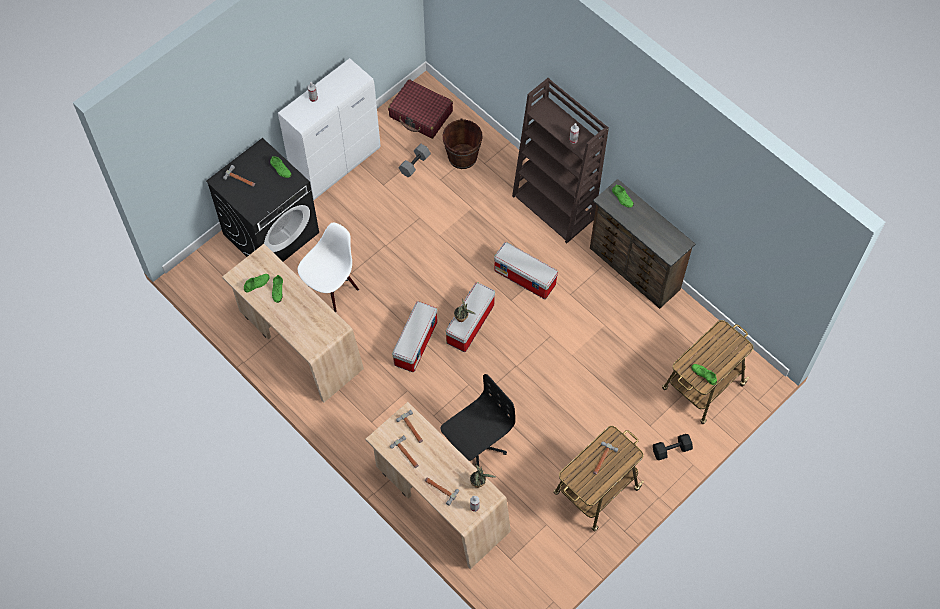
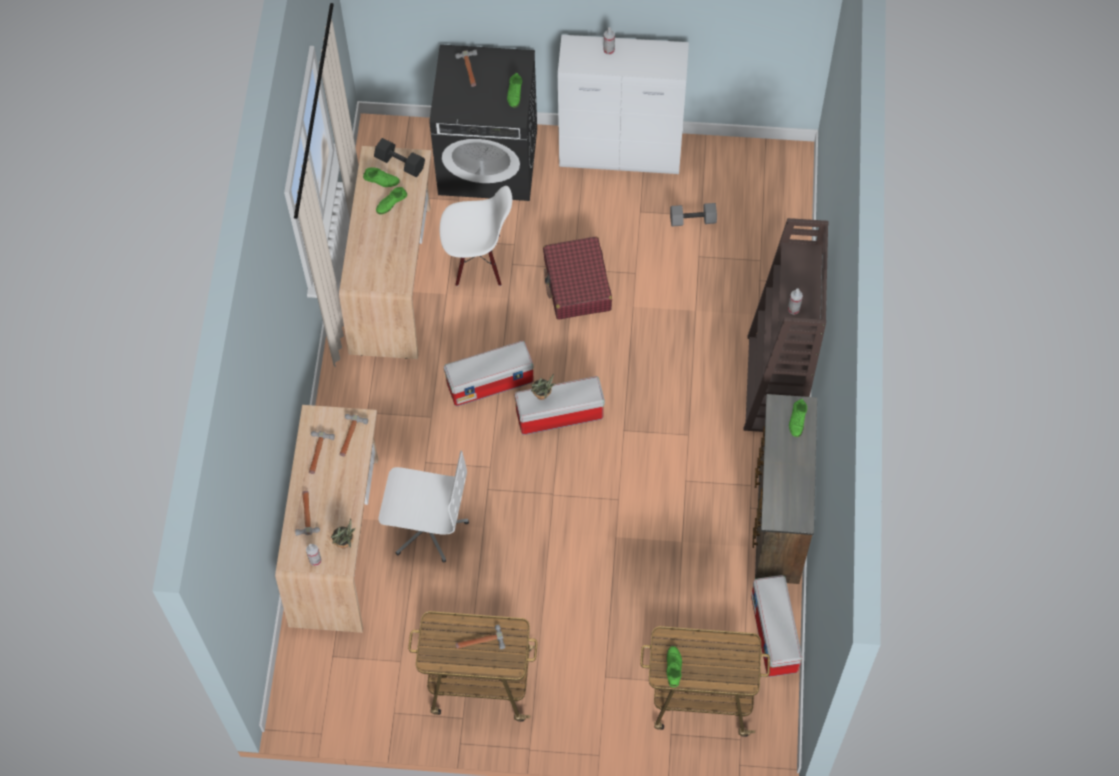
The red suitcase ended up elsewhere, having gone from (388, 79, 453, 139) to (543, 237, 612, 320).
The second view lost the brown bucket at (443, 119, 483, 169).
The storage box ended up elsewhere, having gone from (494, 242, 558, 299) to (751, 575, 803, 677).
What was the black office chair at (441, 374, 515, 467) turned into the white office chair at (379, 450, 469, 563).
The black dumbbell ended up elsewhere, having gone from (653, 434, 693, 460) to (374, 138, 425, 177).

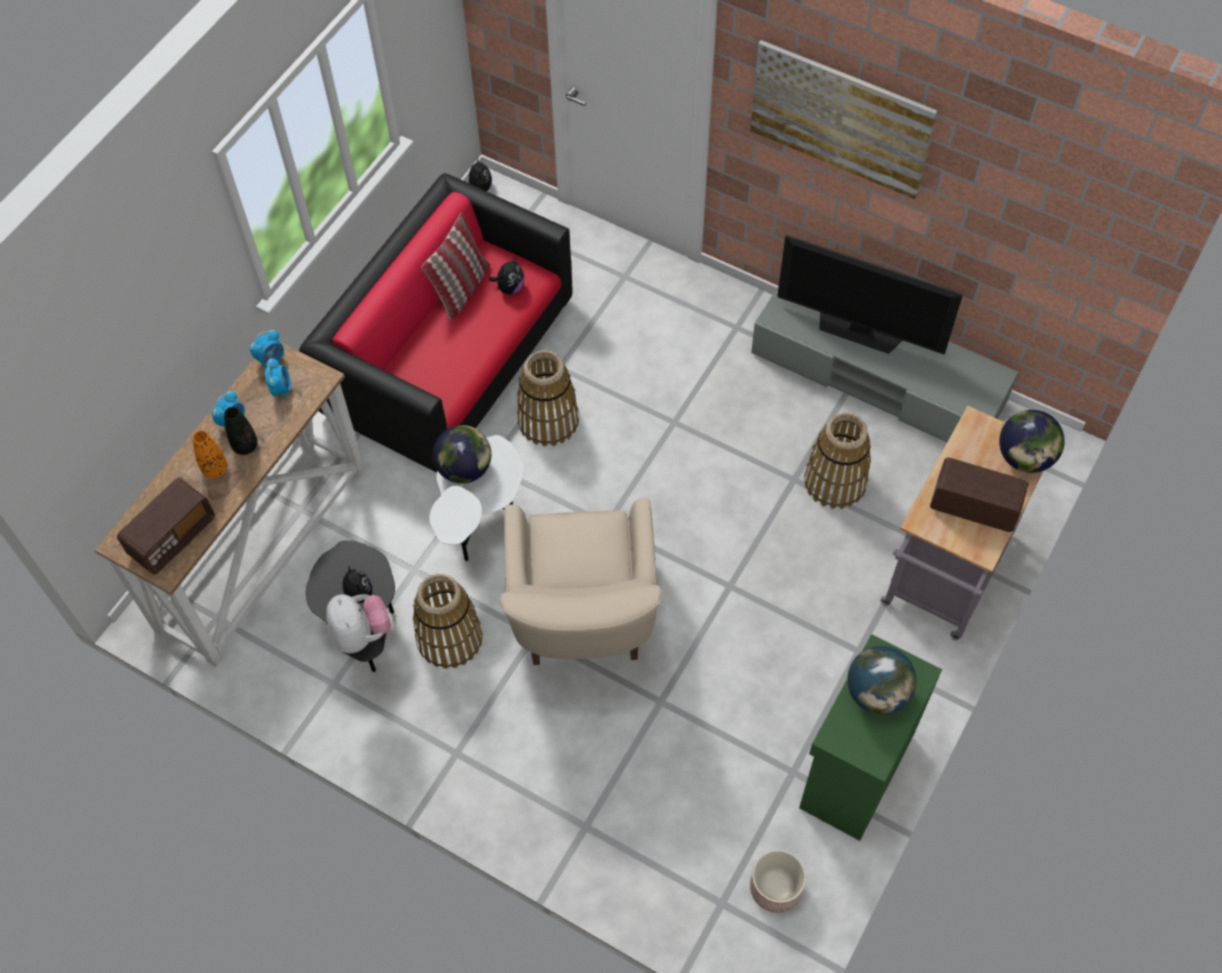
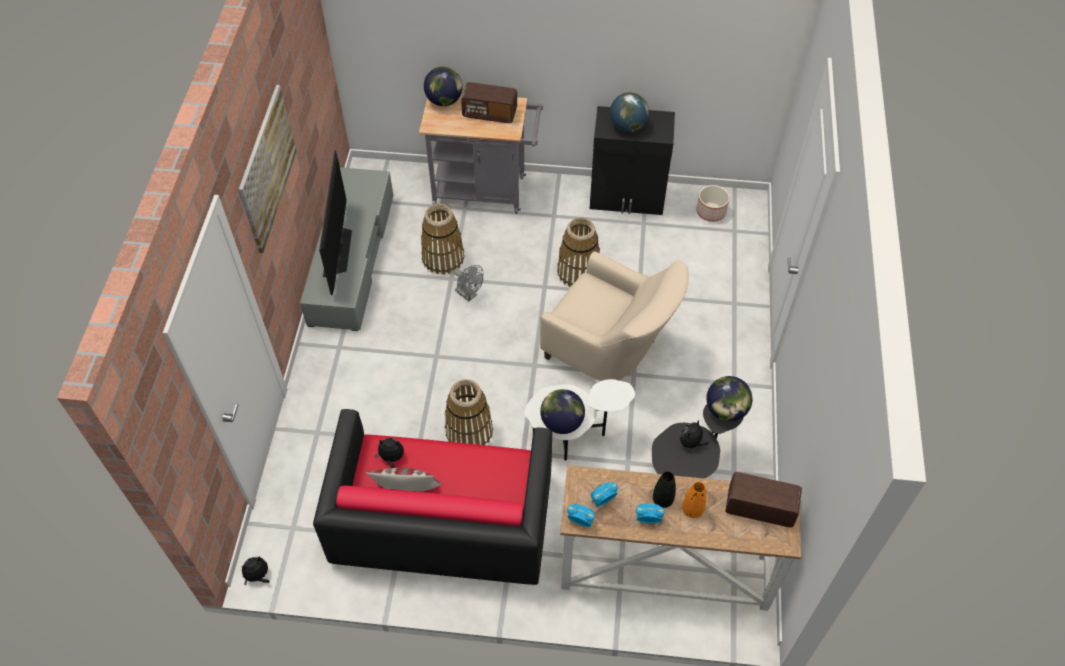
The radio at (930, 458, 1029, 532) ended up facing another way, 75 degrees counterclockwise from before.
The beige armchair at (500, 498, 663, 665) ended up facing another way, 60 degrees clockwise from before.
The basket ended up elsewhere, having gone from (413, 574, 483, 669) to (557, 218, 600, 287).
Where the plush toy stood at (326, 594, 391, 653), the globe came to stand at (706, 376, 753, 422).
What was the green cabinet at (799, 634, 942, 841) turned into the black cabinet at (590, 106, 675, 215).
The second view gained the grey fan at (454, 265, 483, 302).

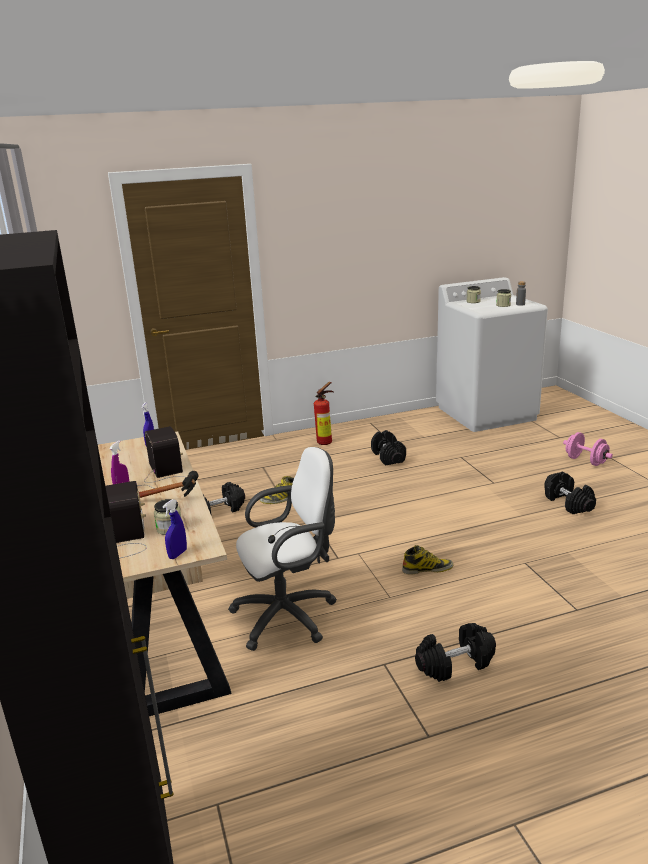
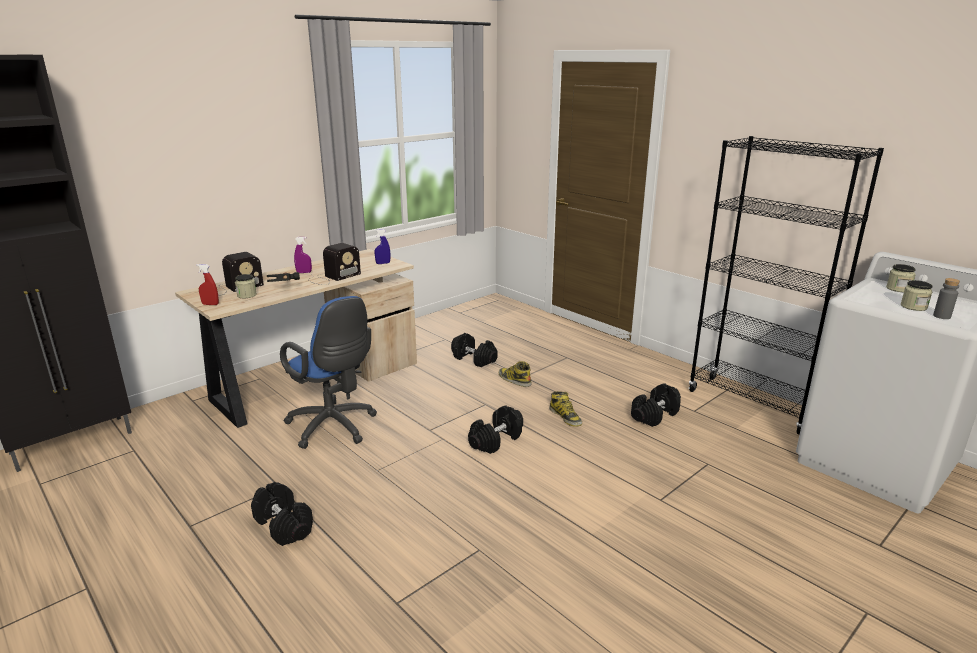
The second view lost the fire extinguisher at (314, 382, 334, 445).
The second view lost the pink dumbbell at (563, 432, 613, 466).
What was the white office chair at (228, 447, 337, 651) turned into the blue office chair at (280, 296, 377, 449).
The black dumbbell ended up elsewhere, having gone from (544, 472, 596, 514) to (468, 405, 523, 454).
What was the blue spray bottle at (162, 499, 187, 559) turned into the red spray bottle at (196, 264, 219, 305).
The boot ended up elsewhere, having gone from (402, 545, 453, 575) to (549, 391, 582, 427).
The second view gained the black bookcase at (688, 136, 884, 435).

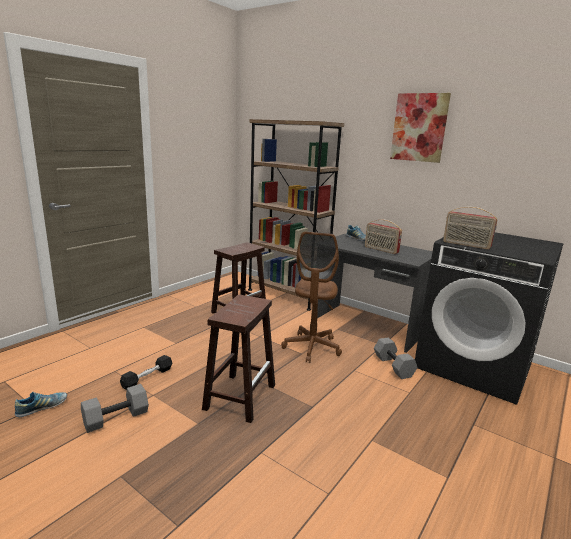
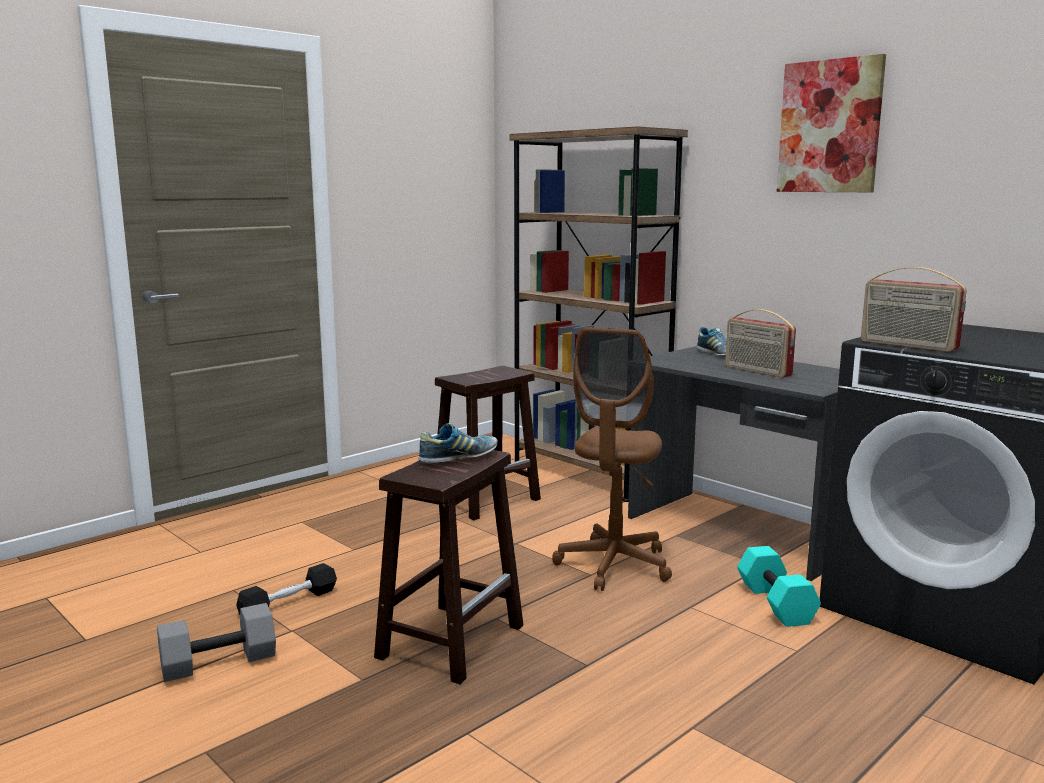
What was the grey dumbbell at (374, 338, 417, 379) turned into the turquoise dumbbell at (737, 546, 821, 627).
The shoe ended up elsewhere, having gone from (15, 392, 67, 417) to (418, 423, 498, 464).

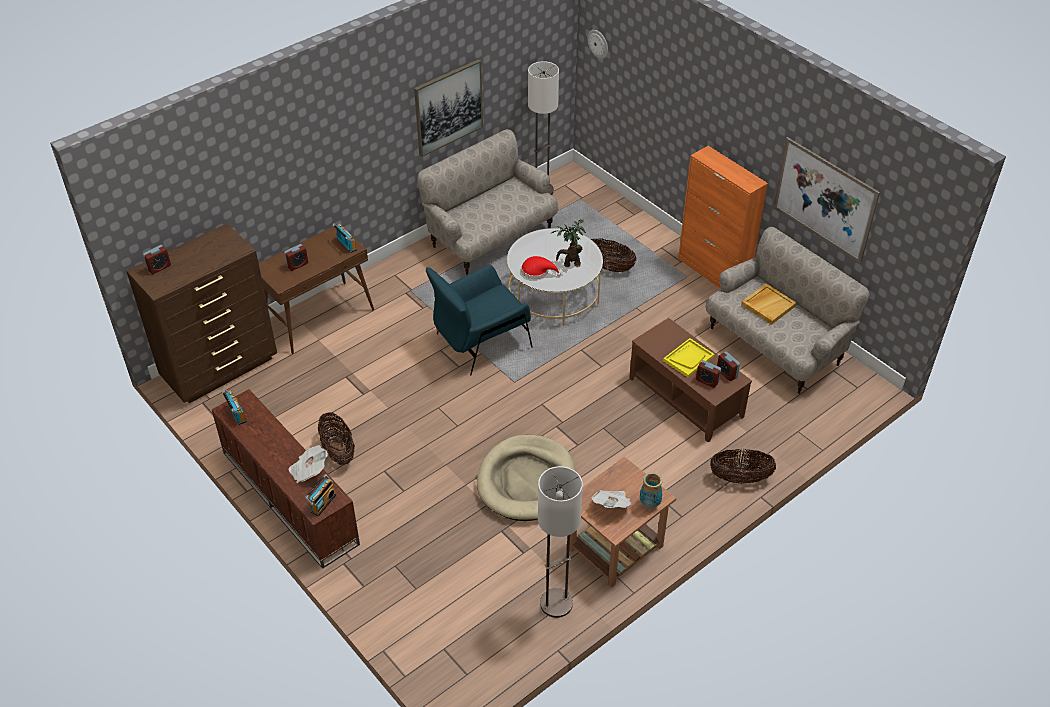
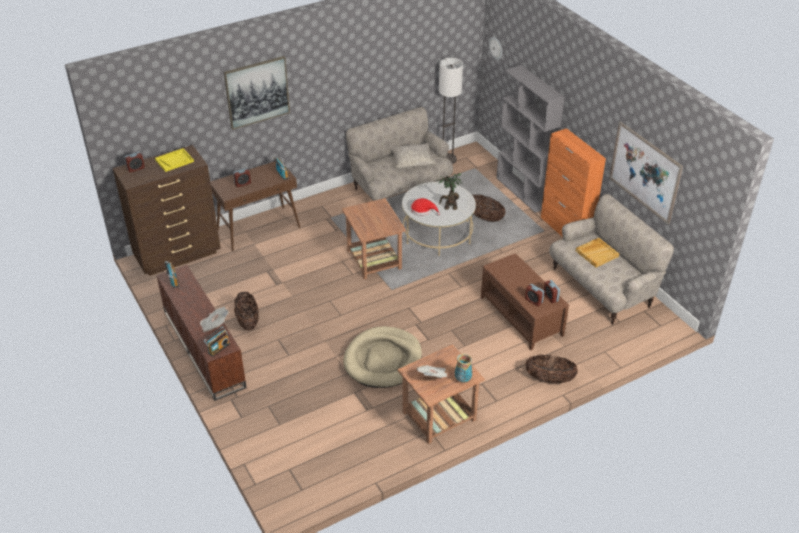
The picture ended up elsewhere, having gone from (414, 59, 483, 157) to (224, 56, 290, 130).
Where the blue armchair stood at (426, 265, 533, 375), the brown side table came to stand at (342, 198, 406, 279).
The yellow tray ended up elsewhere, having gone from (663, 338, 714, 377) to (155, 148, 194, 172).
The second view lost the floor lamp at (538, 466, 583, 618).
The second view gained the grey bookcase at (496, 65, 565, 213).
The second view gained the grey pillow at (390, 143, 437, 169).

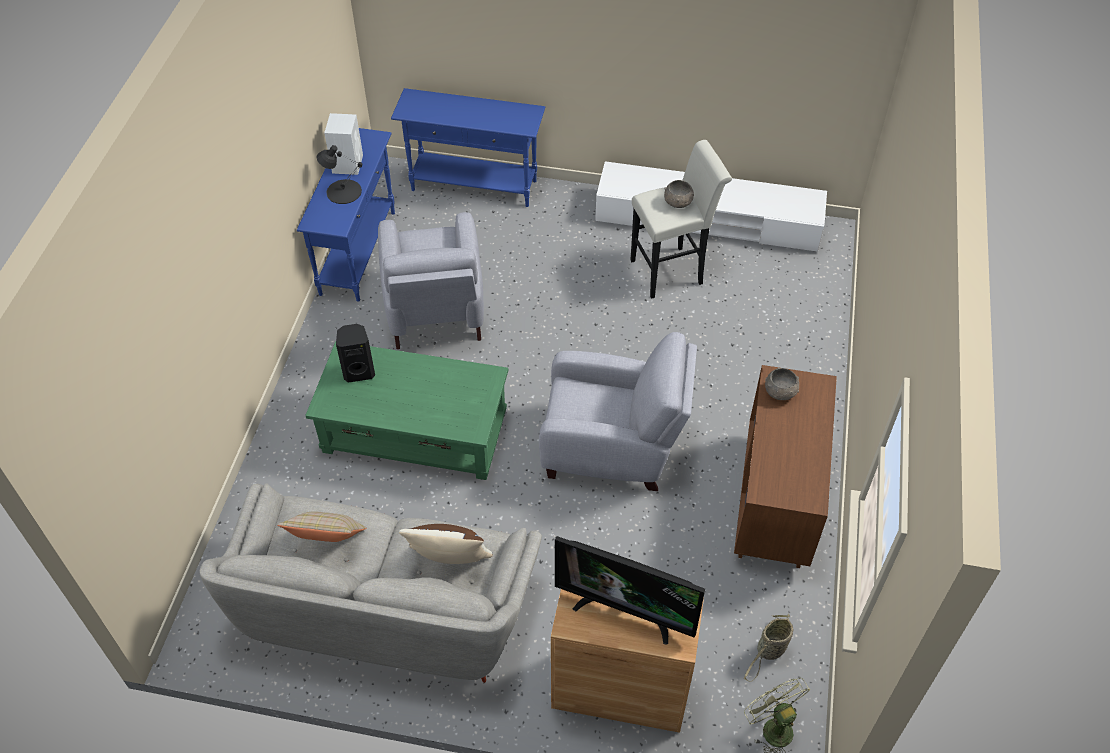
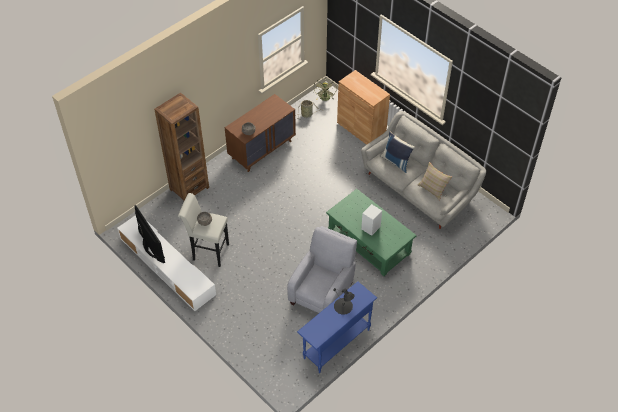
The second view lost the blue console table at (391, 88, 545, 207).
The white speaker ended up elsewhere, having gone from (324, 113, 363, 175) to (361, 204, 382, 236).
The second view lost the black speaker at (336, 324, 375, 383).
The second view lost the grey armchair at (539, 332, 697, 491).
What was the brown pillow at (399, 524, 493, 564) turned into the blue pillow at (381, 132, 415, 173).
The television ended up elsewhere, having gone from (555, 536, 705, 644) to (134, 205, 165, 263).
The second view gained the brown bookcase at (154, 93, 209, 201).

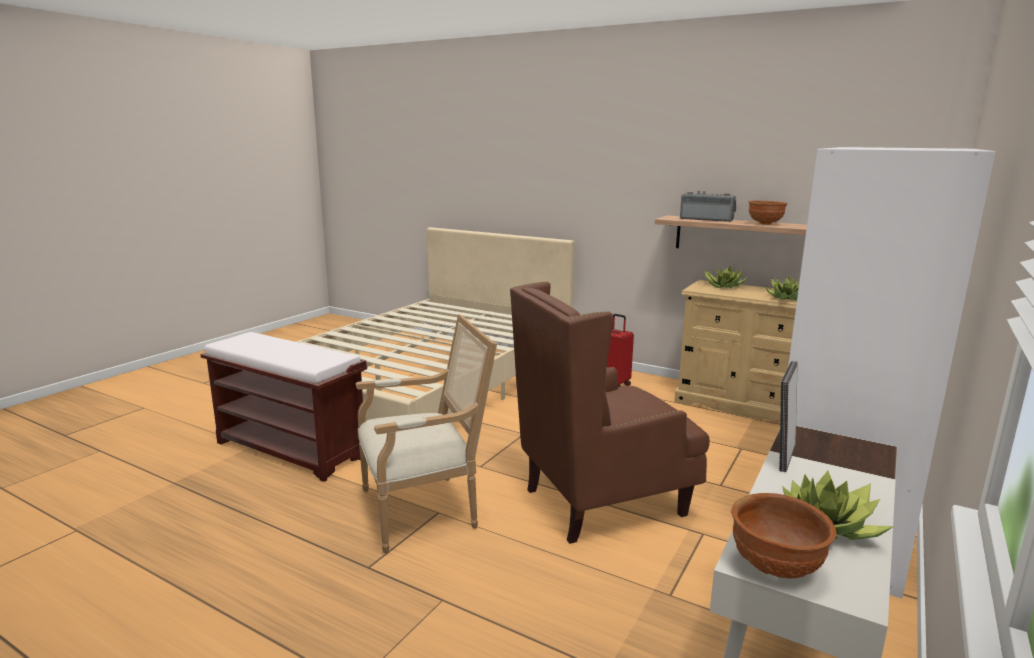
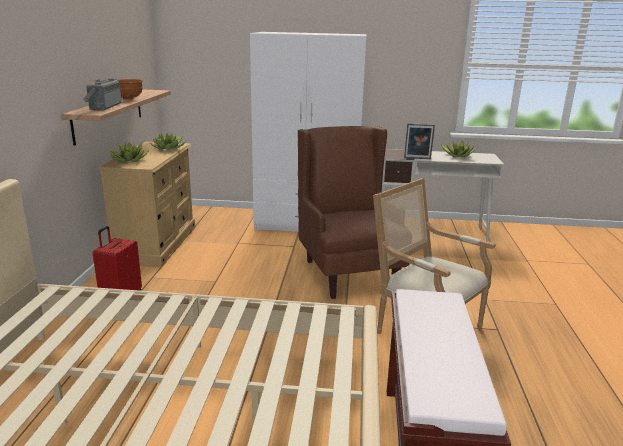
The brown armchair at (510, 281, 710, 544) ended up facing another way, 150 degrees counterclockwise from before.
The second view lost the brown bowl at (731, 493, 836, 579).

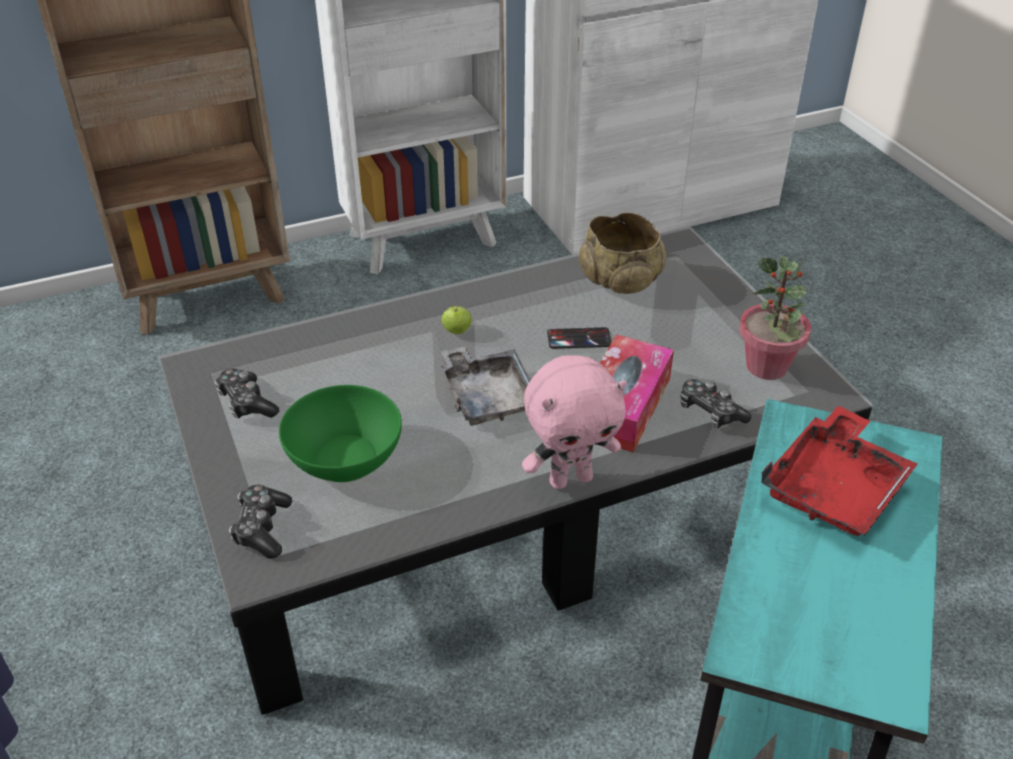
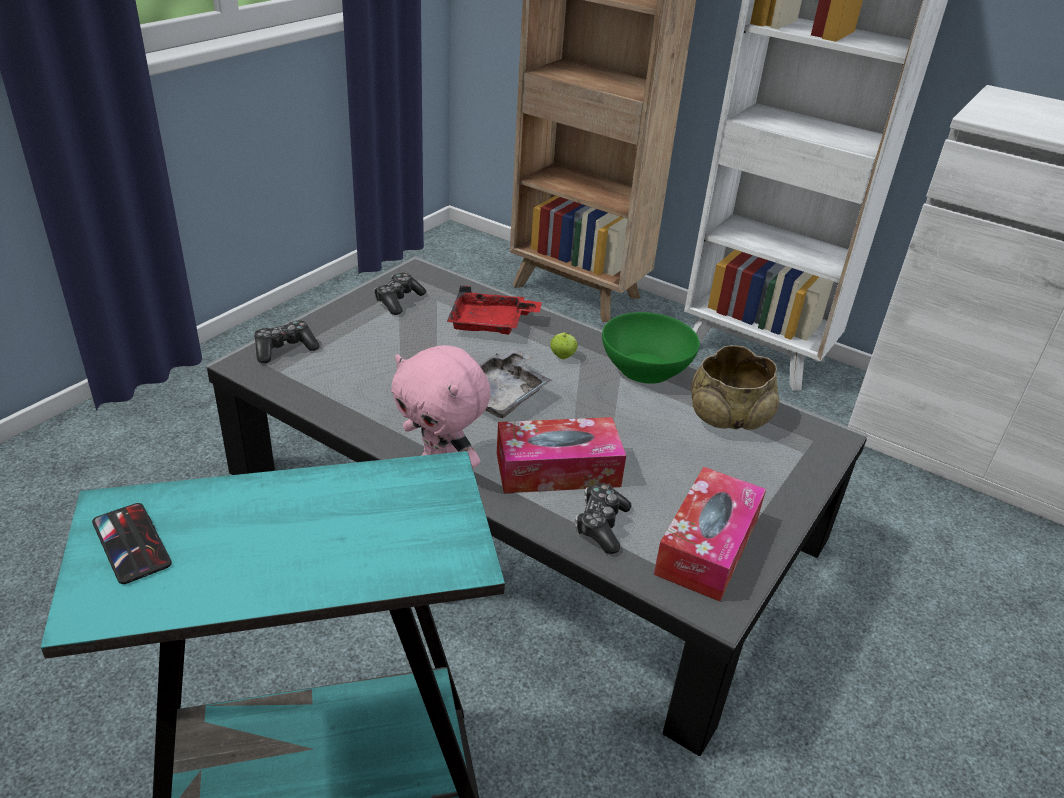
Where the potted plant stood at (739, 256, 811, 380), the tissue box came to stand at (654, 467, 766, 602).
The phone ended up elsewhere, having gone from (547, 327, 612, 349) to (92, 503, 172, 584).
The green bowl ended up elsewhere, having gone from (279, 385, 402, 482) to (602, 312, 700, 384).
The red tray ended up elsewhere, having gone from (761, 405, 917, 536) to (447, 286, 542, 335).

